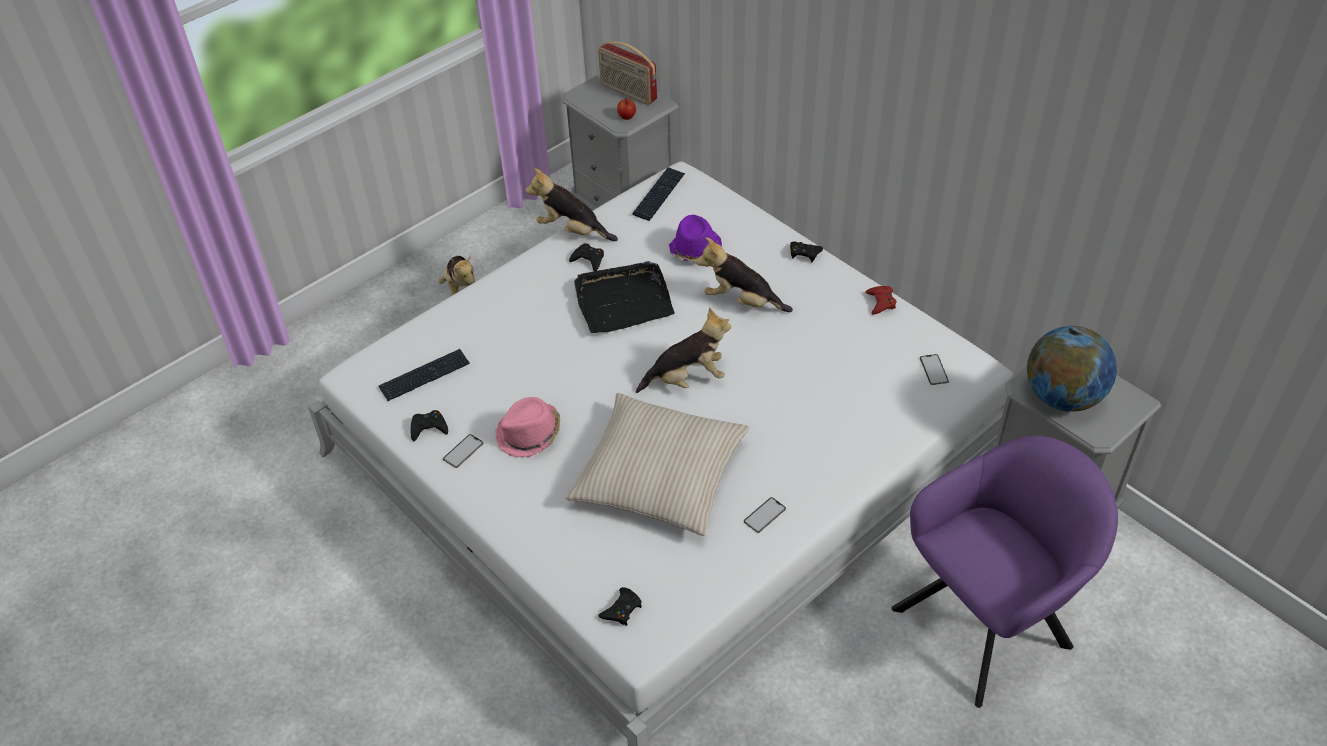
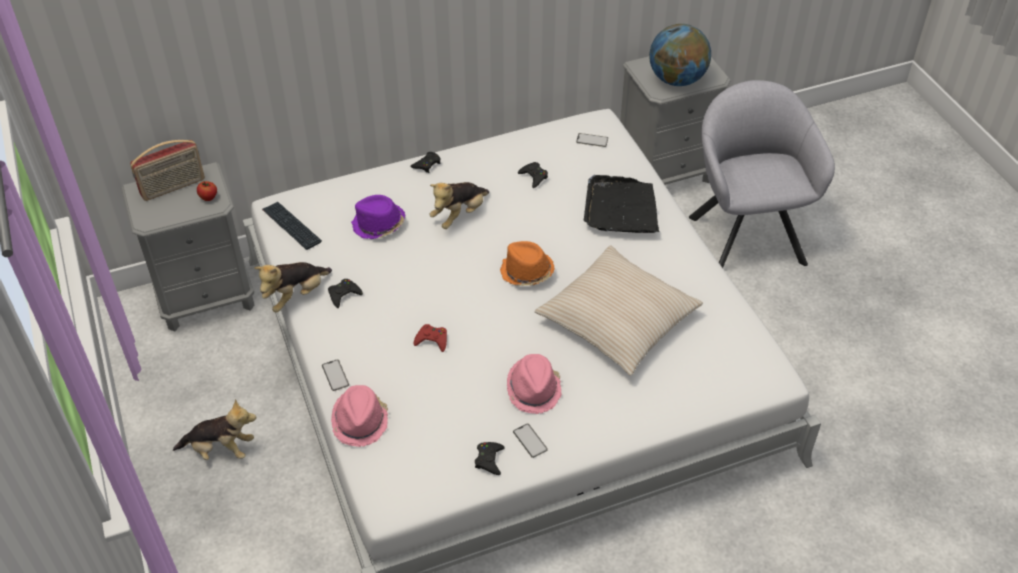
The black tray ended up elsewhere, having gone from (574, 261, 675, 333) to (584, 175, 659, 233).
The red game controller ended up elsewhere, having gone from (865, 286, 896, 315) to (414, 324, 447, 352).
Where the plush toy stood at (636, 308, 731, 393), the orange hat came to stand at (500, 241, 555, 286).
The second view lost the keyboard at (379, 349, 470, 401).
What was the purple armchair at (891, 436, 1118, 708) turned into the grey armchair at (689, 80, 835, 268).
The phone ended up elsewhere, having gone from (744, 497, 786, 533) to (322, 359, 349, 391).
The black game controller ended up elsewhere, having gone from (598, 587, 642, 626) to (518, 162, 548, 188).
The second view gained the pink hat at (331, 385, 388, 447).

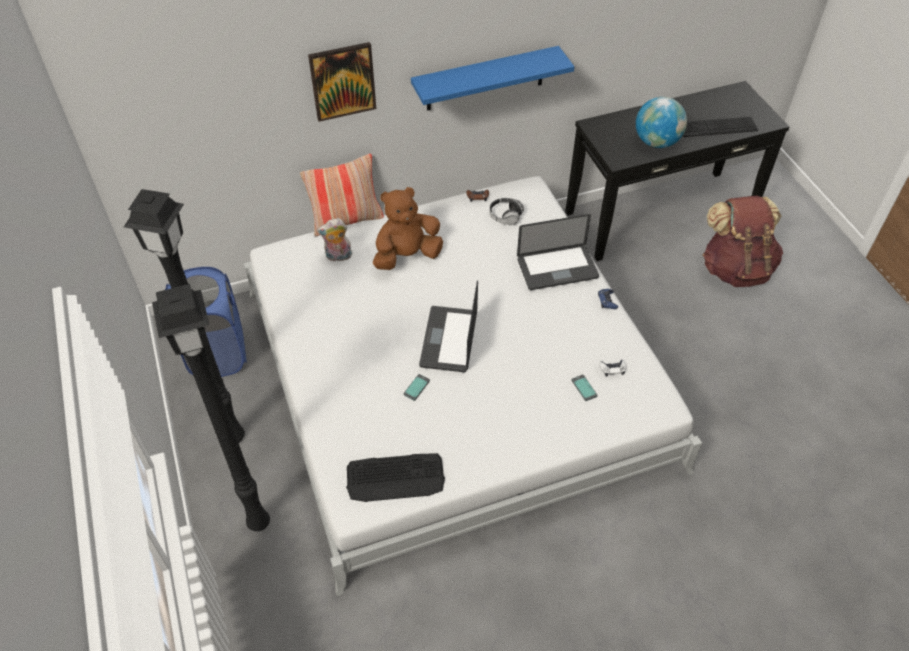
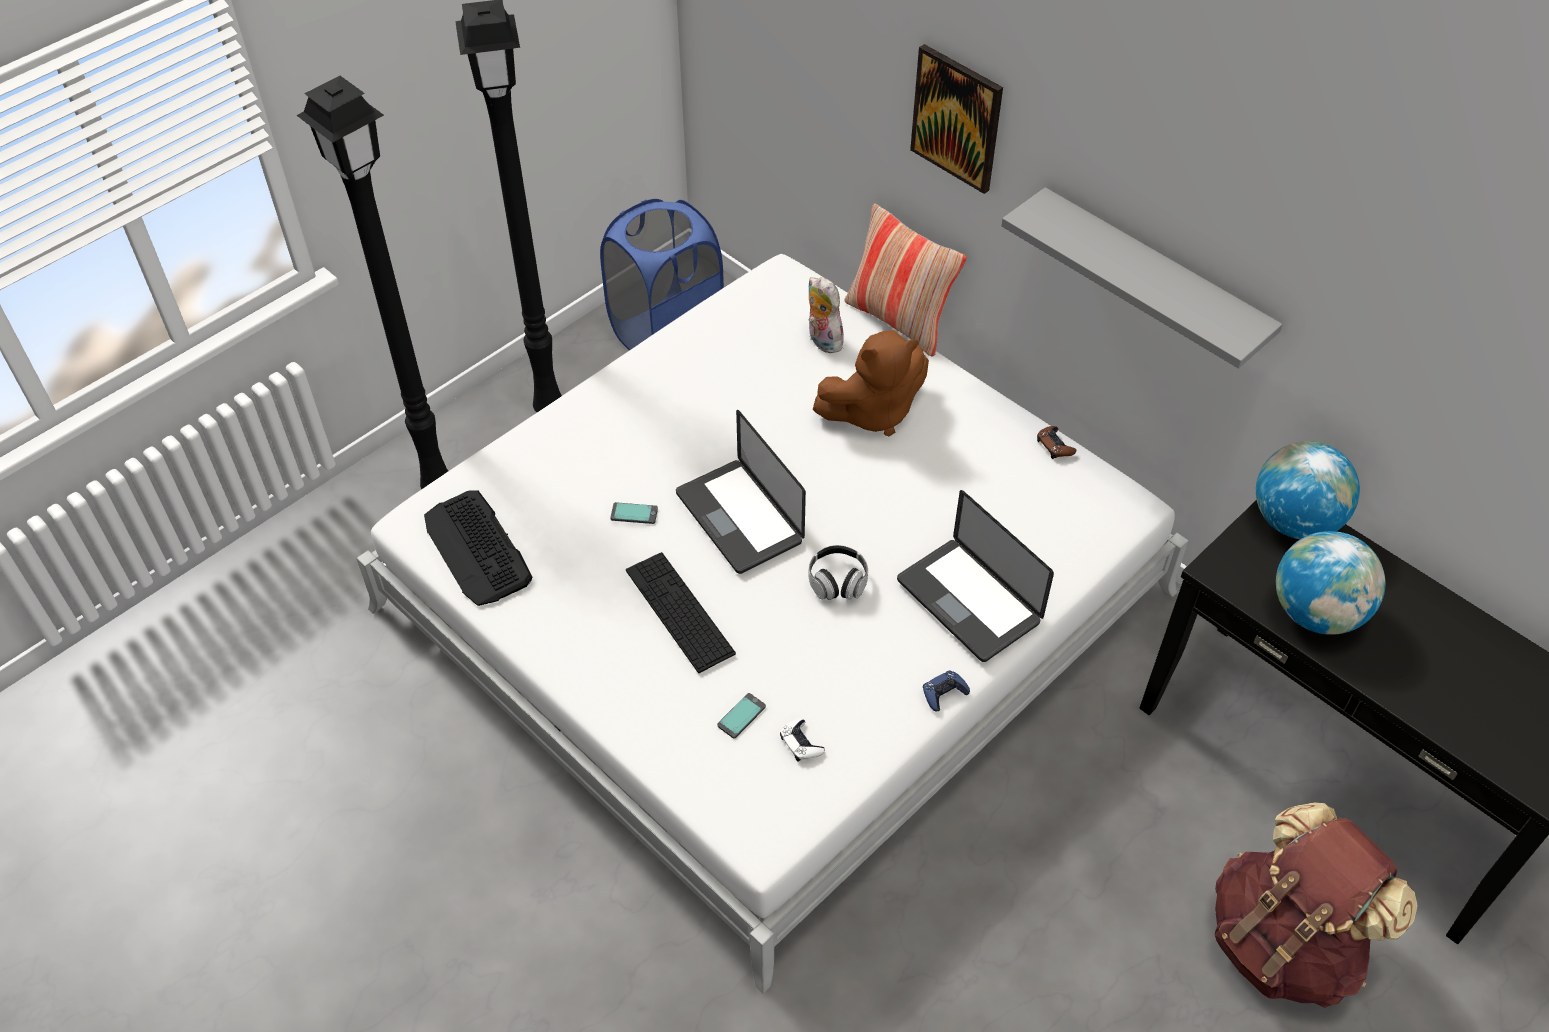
What was the blue shelf at (411, 46, 575, 110) turned into the grey shelf at (1001, 187, 1283, 369).
The keyboard ended up elsewhere, having gone from (683, 117, 758, 137) to (626, 552, 736, 673).
The brown plush toy at (372, 187, 443, 270) ended up facing another way, 120 degrees clockwise from before.
The headphones ended up elsewhere, having gone from (489, 198, 524, 225) to (808, 545, 868, 600).
The laptop at (419, 280, 478, 372) ended up facing another way, 105 degrees counterclockwise from before.
The second view gained the globe at (1256, 441, 1360, 539).

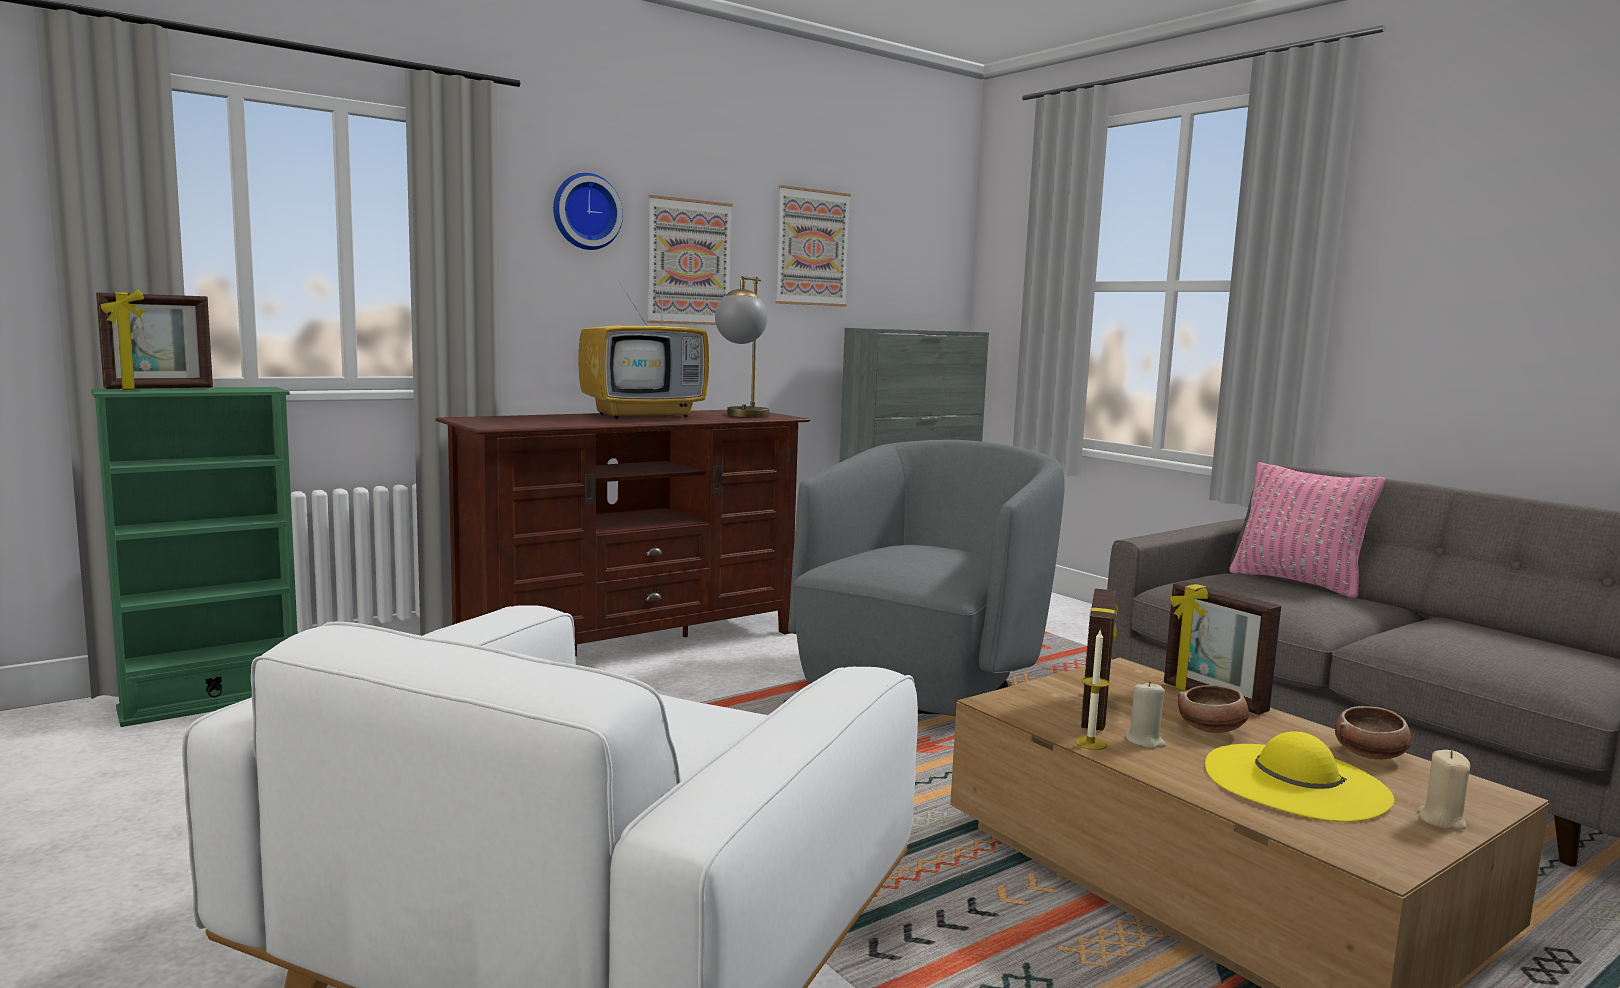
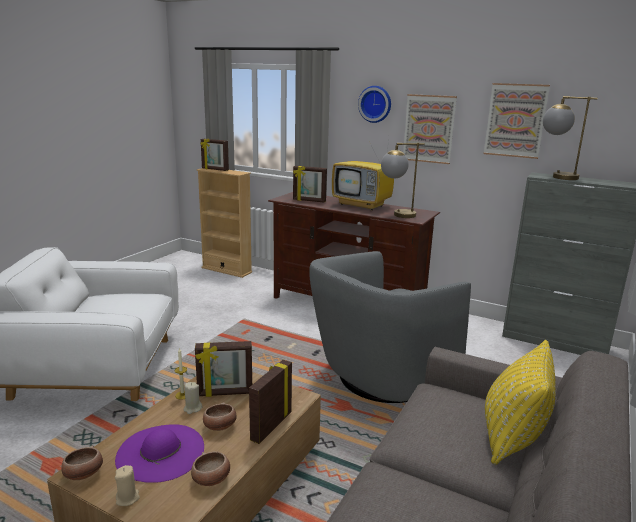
What was the green bookcase at (91, 387, 297, 727) turned into the beige bookcase at (197, 168, 252, 278).
The grey armchair at (788, 440, 1065, 716) ended up facing another way, 135 degrees clockwise from before.
What was the pink pillow at (1230, 462, 1385, 598) turned into the yellow pillow at (485, 340, 556, 465).
What was the yellow hat at (1205, 731, 1394, 822) turned into the purple hat at (115, 424, 204, 483).
The second view gained the table lamp at (543, 96, 598, 180).
The second view gained the picture frame at (293, 166, 327, 203).
The second view gained the bowl at (62, 445, 103, 480).

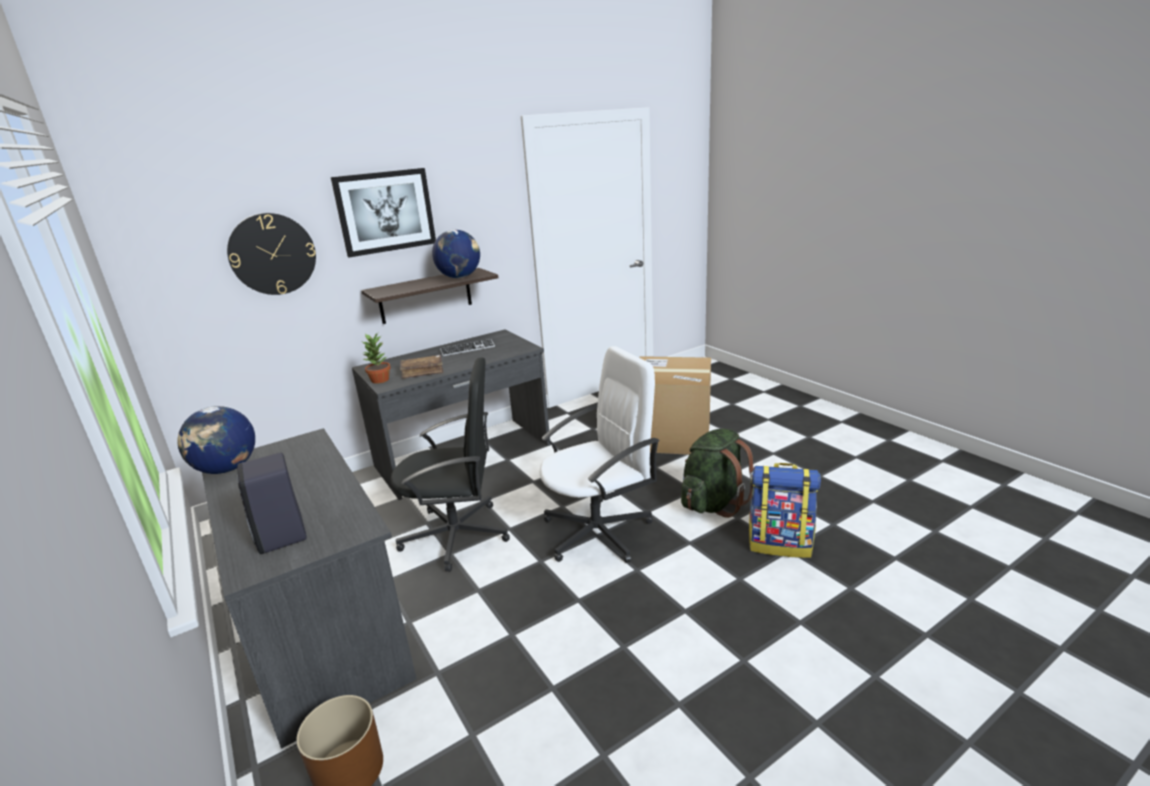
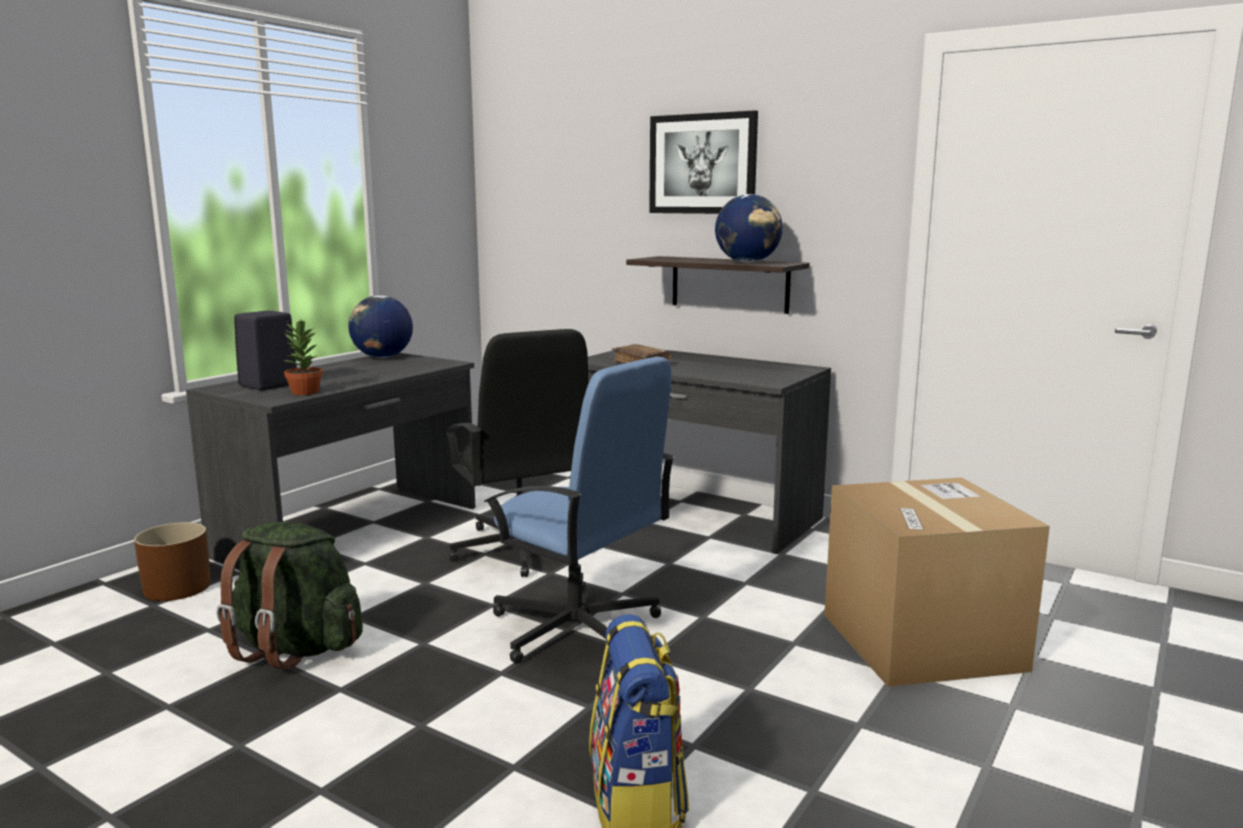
The second view lost the wall clock at (227, 213, 316, 295).
The potted plant ended up elsewhere, having gone from (362, 333, 390, 384) to (283, 320, 323, 395).
The second view lost the keyboard at (440, 339, 495, 356).
What was the white office chair at (539, 346, 659, 563) turned into the blue office chair at (484, 357, 675, 664).
The green backpack ended up elsewhere, having gone from (681, 429, 754, 518) to (216, 522, 363, 670).

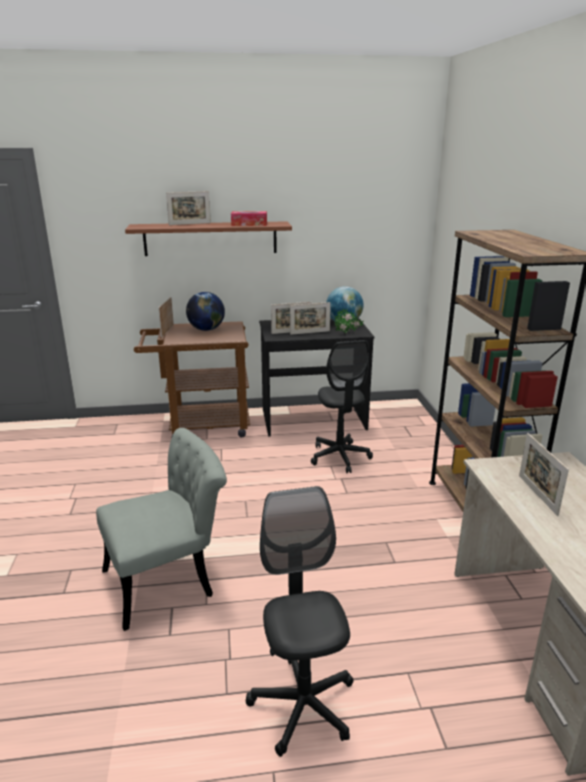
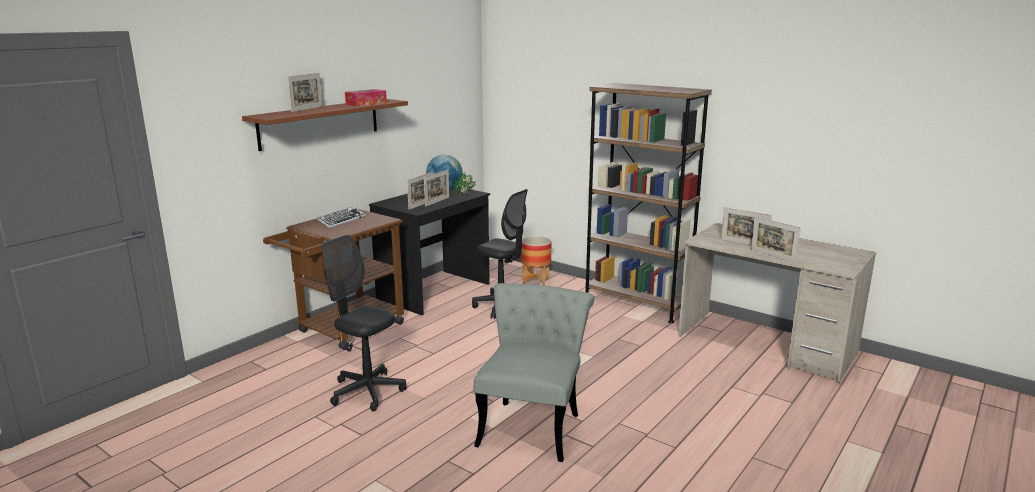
Where the globe stood at (186, 292, 225, 331), the keyboard came to stand at (317, 207, 366, 228).
The picture frame ended up elsewhere, having gone from (158, 297, 174, 337) to (751, 216, 801, 263).
The black office chair ended up elsewhere, having gone from (246, 486, 353, 757) to (322, 234, 407, 412).
The second view gained the planter at (521, 236, 551, 286).

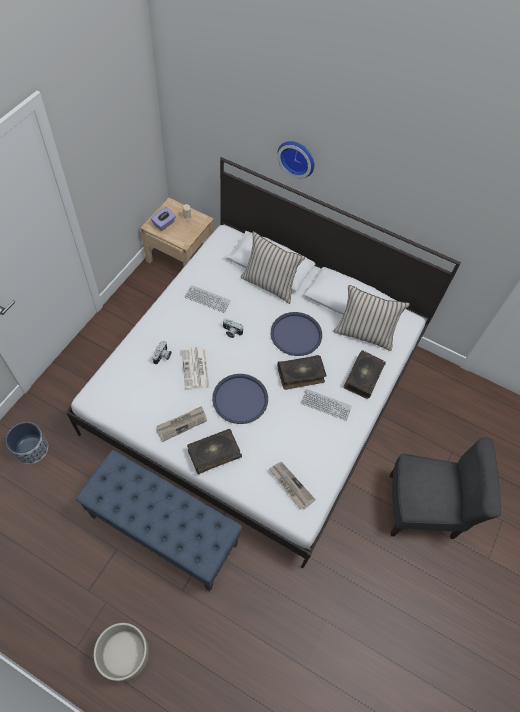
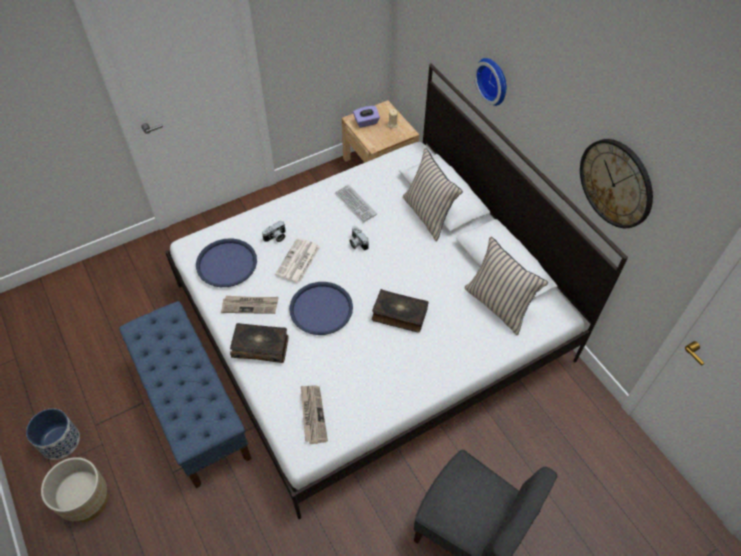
The blue tray ended up elsewhere, having gone from (271, 312, 322, 356) to (196, 238, 257, 287).
The second view lost the book at (344, 350, 386, 399).
The second view lost the keyboard at (300, 389, 352, 421).
The planter ended up elsewhere, having gone from (6, 422, 48, 464) to (26, 408, 80, 460).
The second view gained the wall clock at (580, 139, 653, 228).

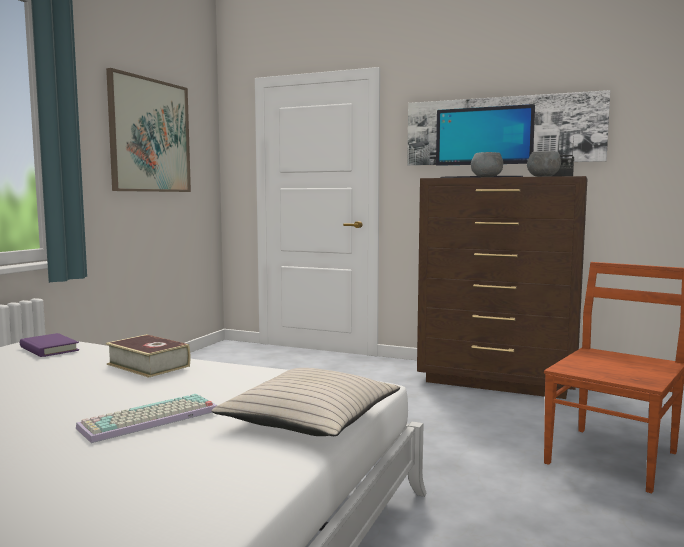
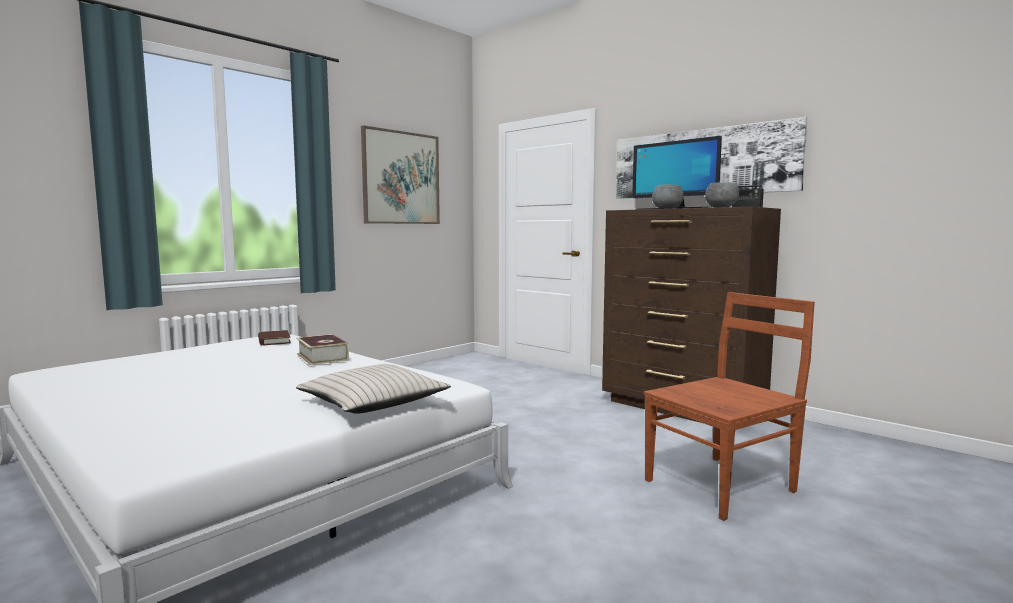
What was the purple book at (20, 333, 79, 357) turned into the brown book at (258, 330, 291, 345).
The second view lost the keyboard at (76, 394, 217, 443).

